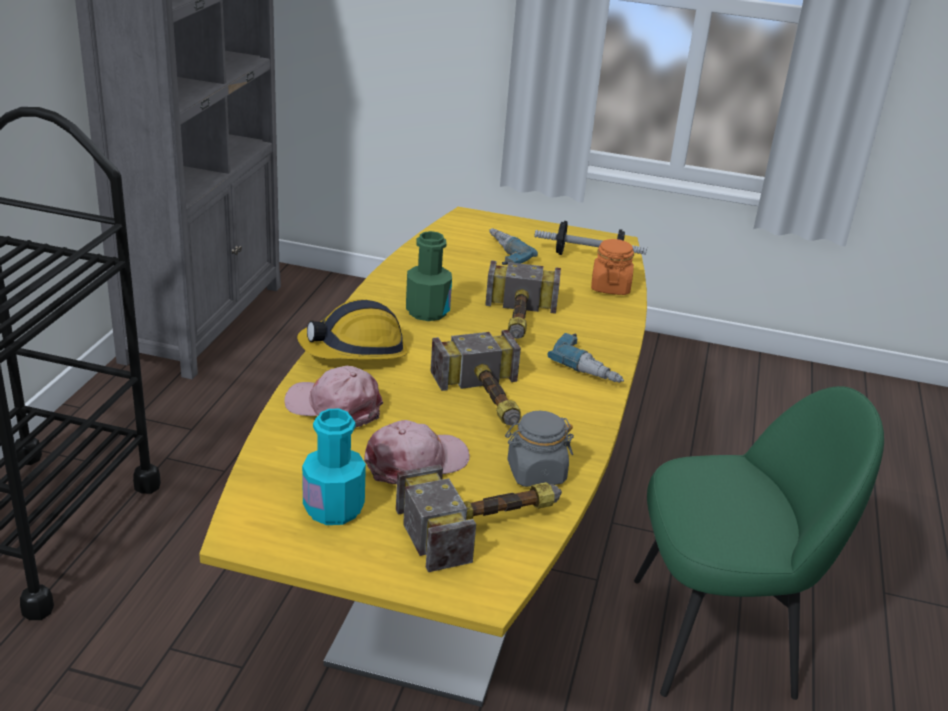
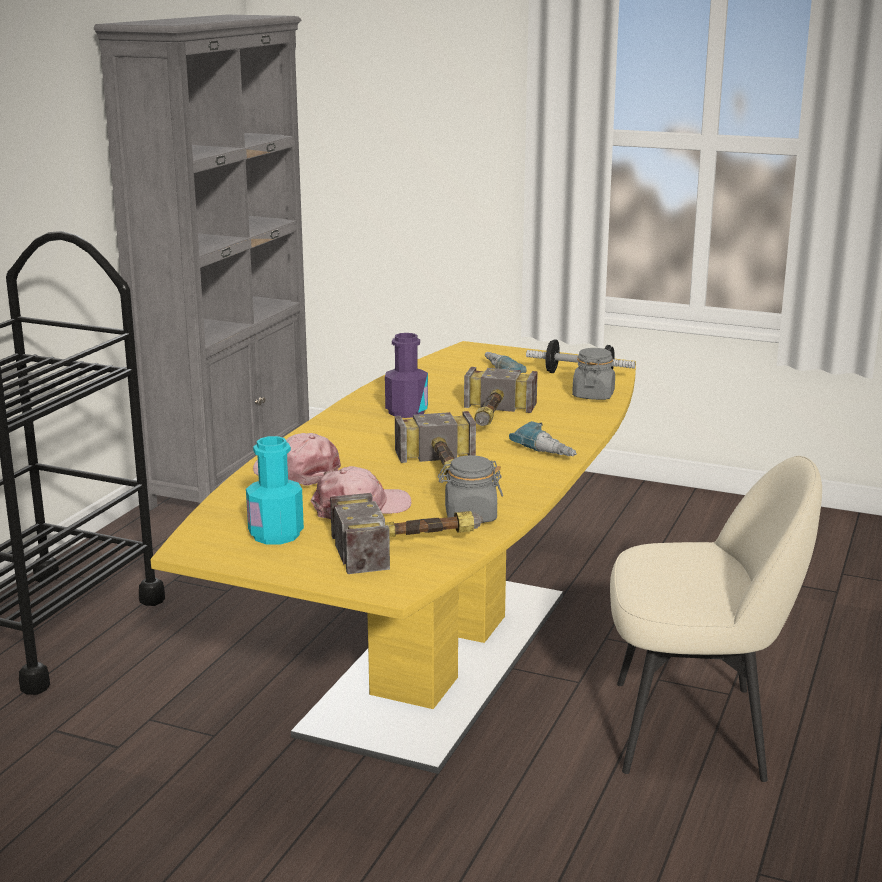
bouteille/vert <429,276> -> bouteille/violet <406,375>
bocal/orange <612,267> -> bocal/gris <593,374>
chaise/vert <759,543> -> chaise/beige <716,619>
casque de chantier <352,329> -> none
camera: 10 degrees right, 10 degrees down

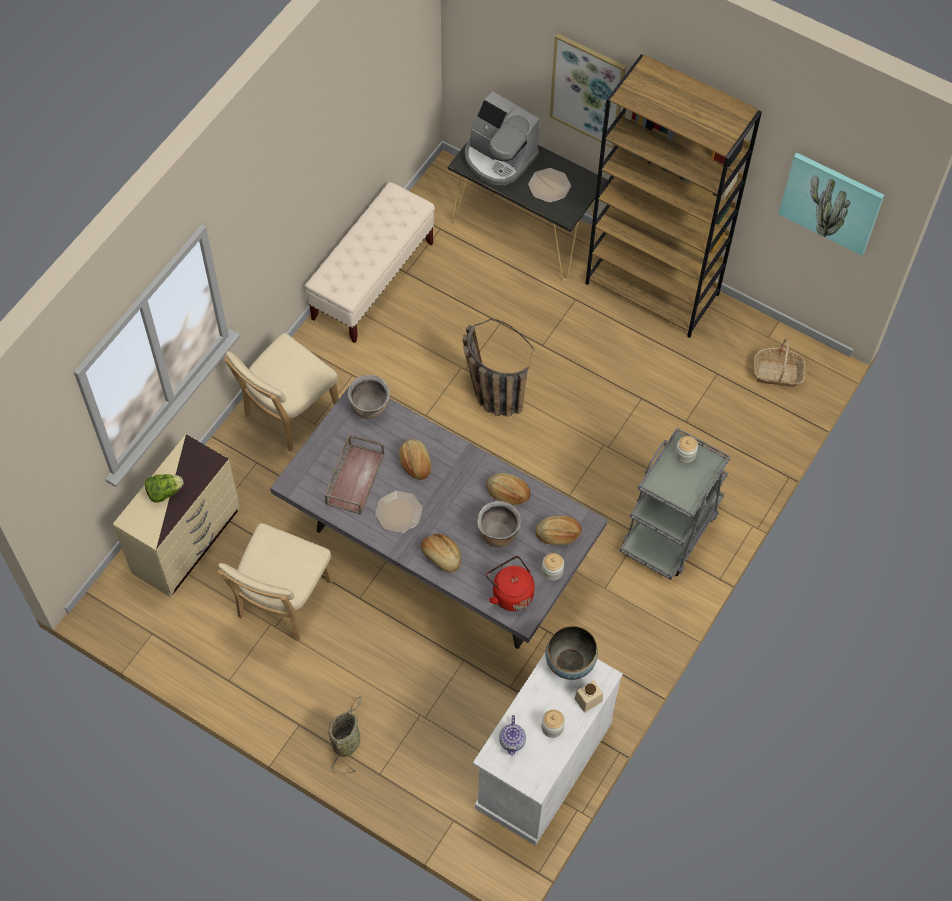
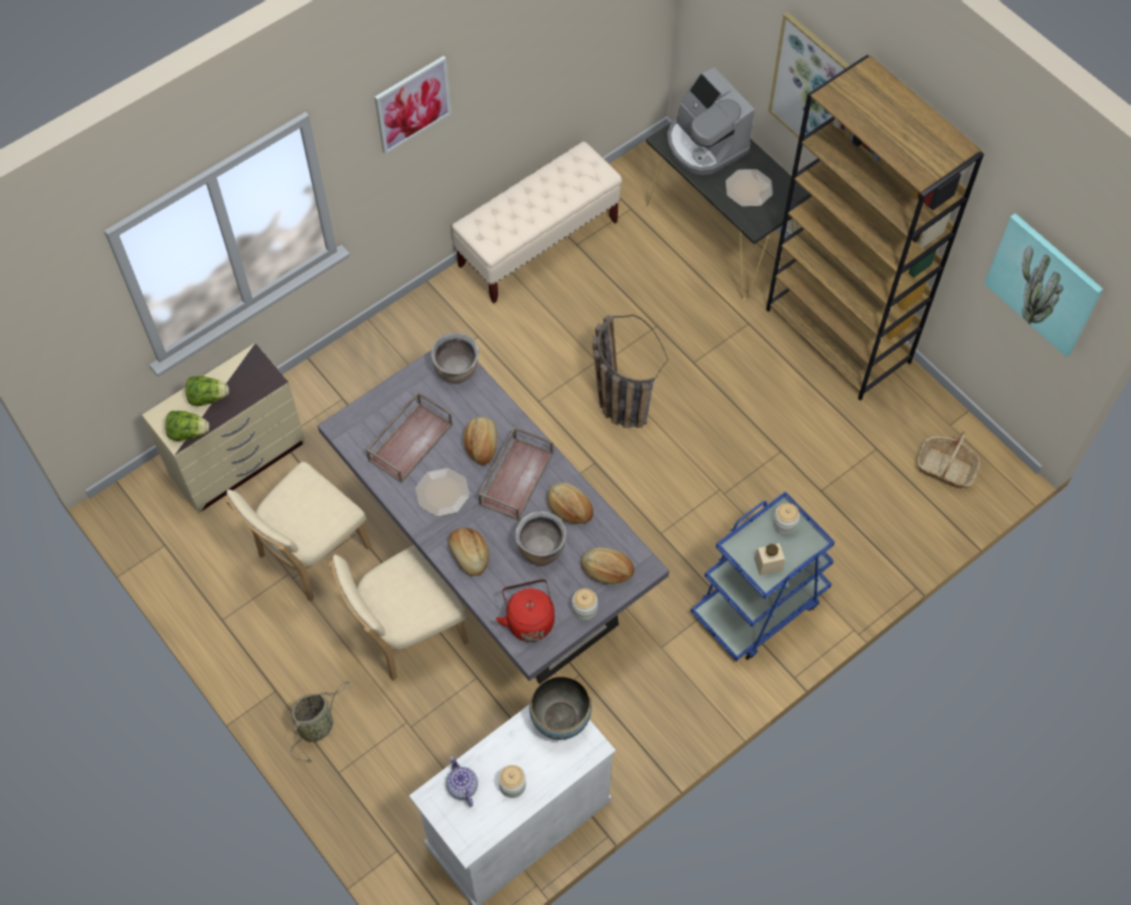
none -> laitue <187,426>
chaise/beige <281,392> -> chaise/beige <399,613>, relocated
none -> tableau <413,105>
théière <512,736> -> théière <462,781>, 135 degrees clockwise
none -> plateau/marron <515,473>
chariot/gris <675,504> -> chariot/bleu <763,576>
bocal/beige <588,696> -> bocal/beige <769,559>, relocated
camera: 20 degrees right, 0 degrees up

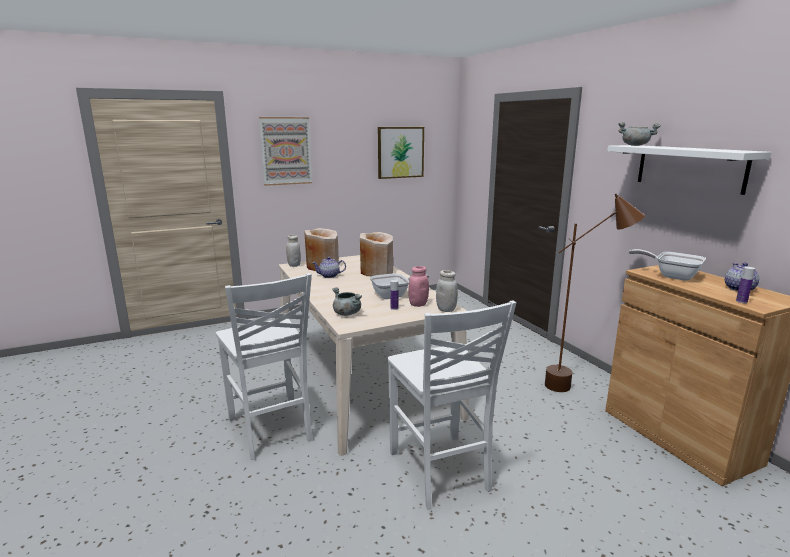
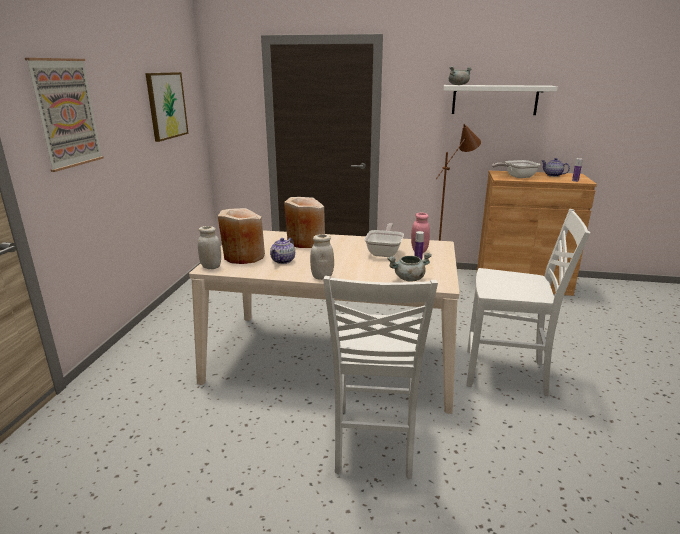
bocal/blanc <447,291> -> bocal/blanc <322,257>, relocated
chaise/blanc <264,366> -> chaise/blanc <380,377>, 90 degrees clockwise
camera: 55 degrees left, 5 degrees up

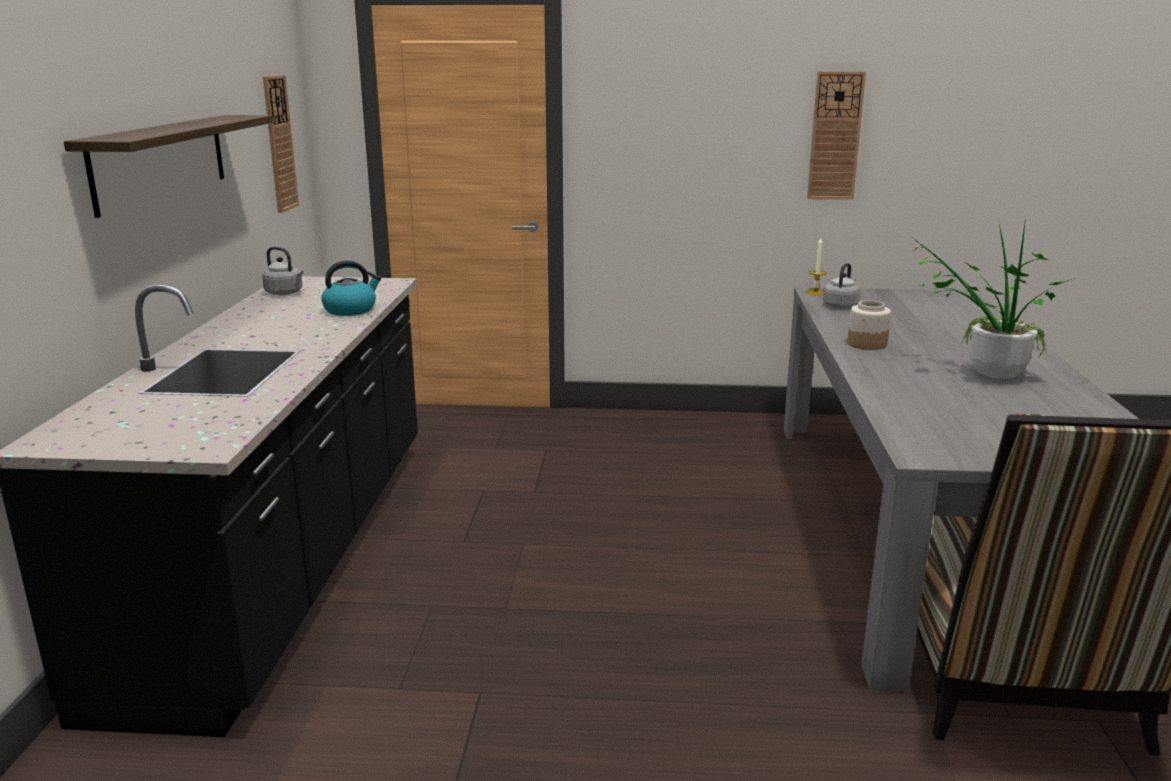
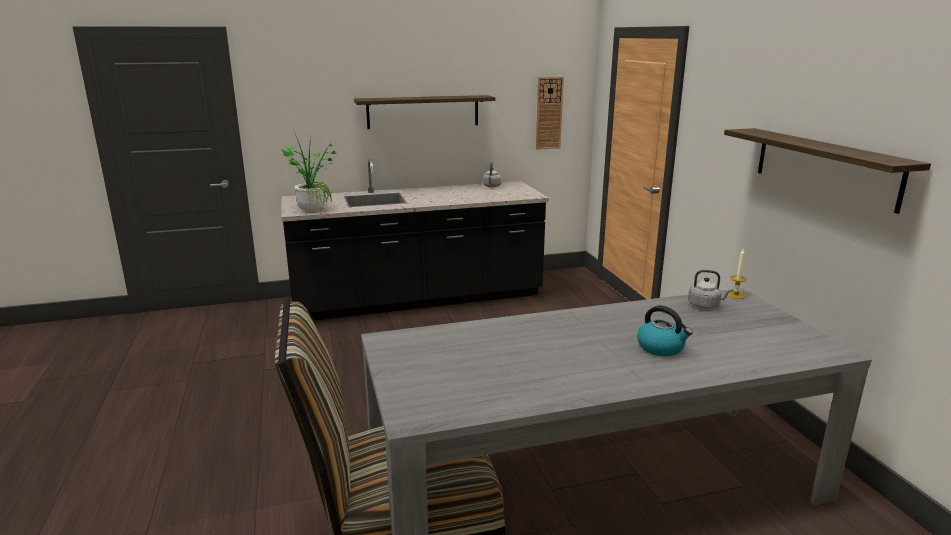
plante en pot <992,297> -> plante en pot <309,171>, relocated
bouilloire <351,288> -> bouilloire <665,330>, relocated
horloge murale <836,135> -> étagère <827,171>
bocal <869,325> -> none
camera: 70 degrees right, 0 degrees up

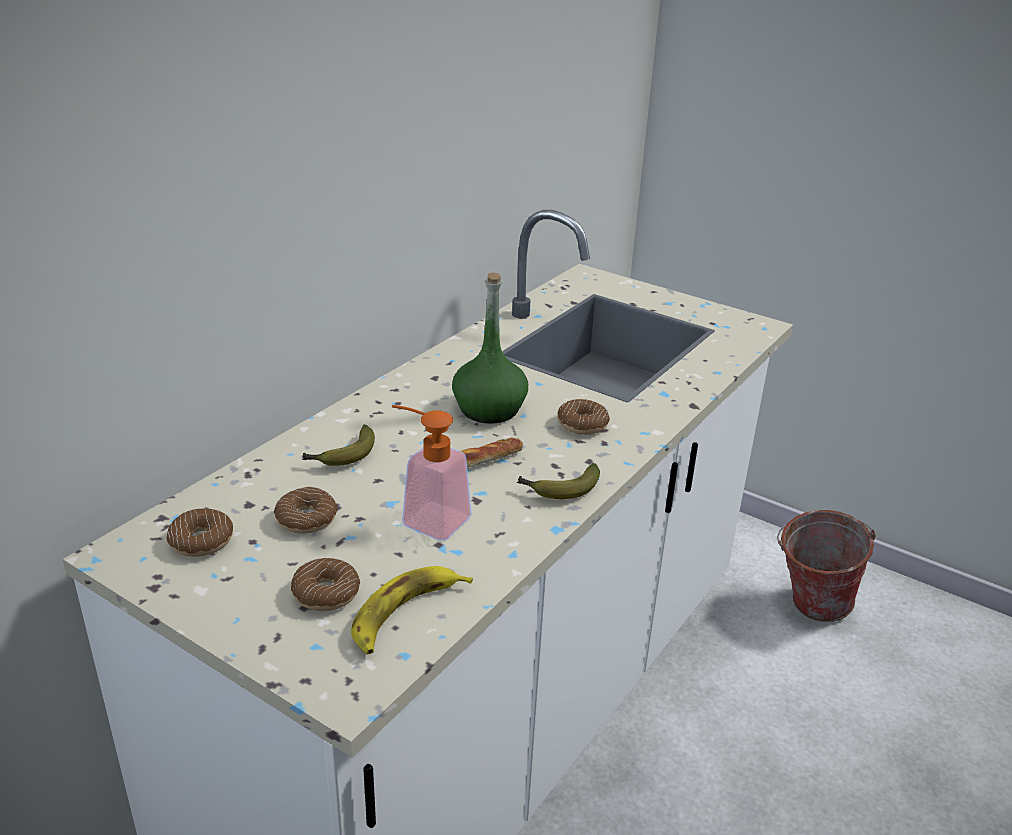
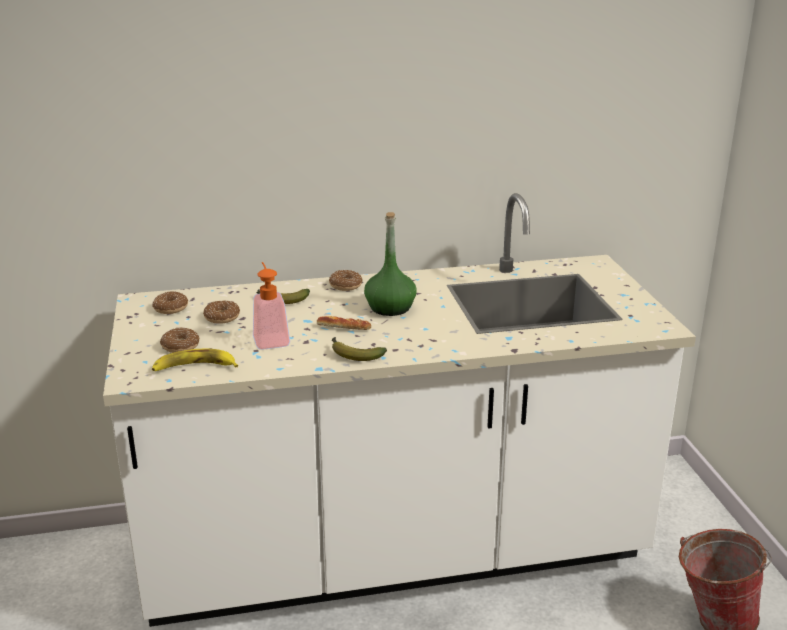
beignet <583,417> -> beignet <346,280>, relocated
camera: 45 degrees right, 5 degrees down

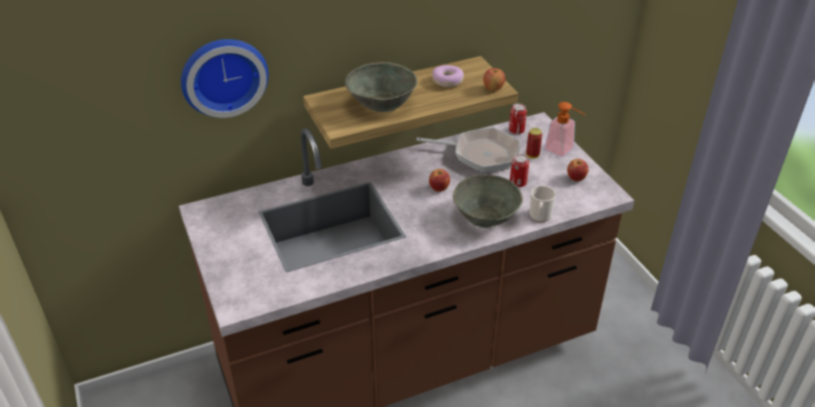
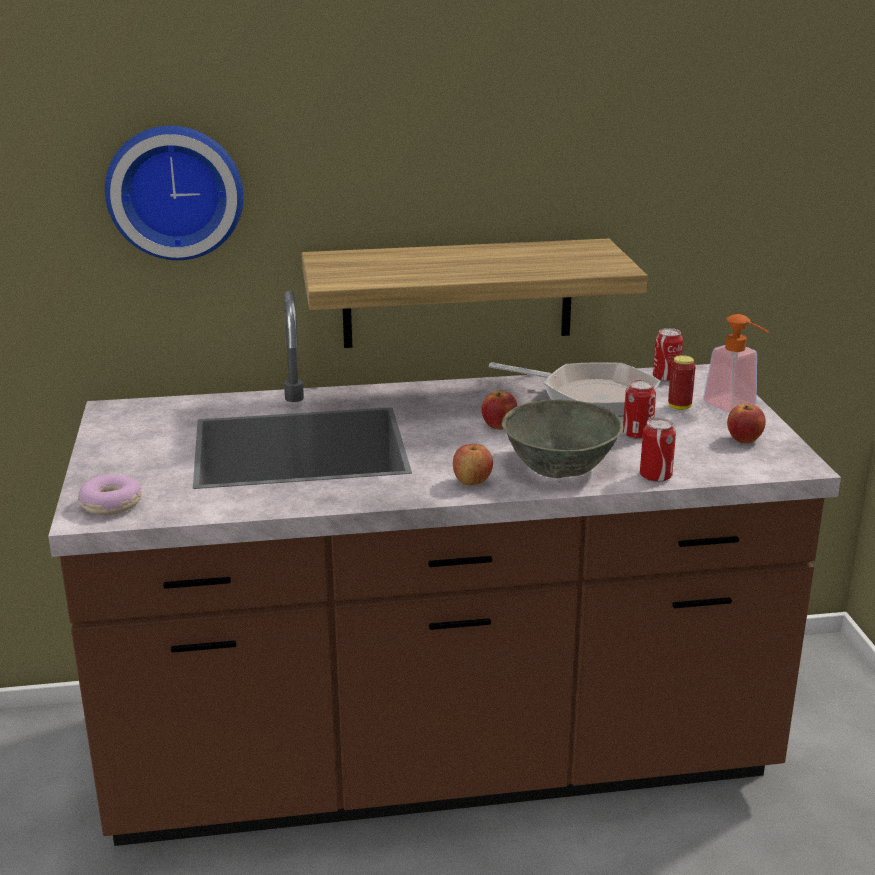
beignet <448,76> -> beignet <110,495>, relocated
pomme <494,79> -> pomme <473,464>, relocated
mug <542,204> -> boîte métallique <658,450>
bol/gris <381,87> -> none
camera: 15 degrees right, 15 degrees down

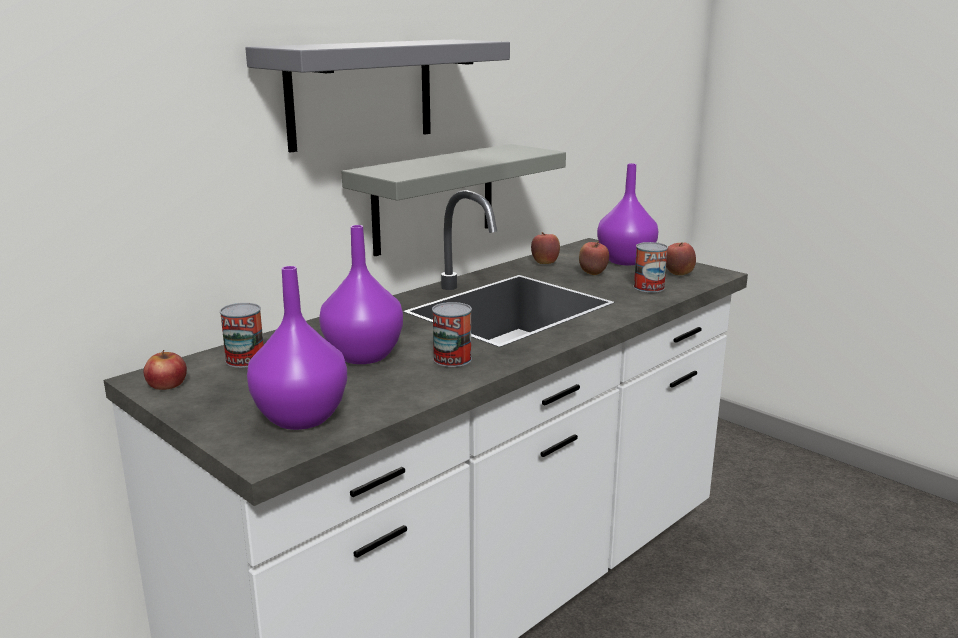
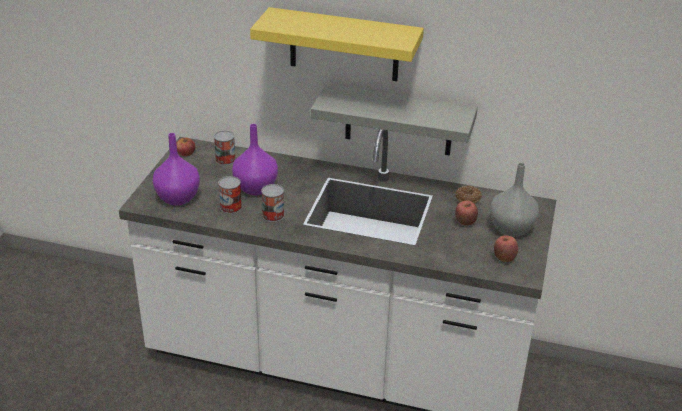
boîte métallique <650,267> -> boîte métallique <230,195>, relocated
étagère/gris <377,96> -> étagère/jaune <337,44>
pomme <545,248> -> beignet <468,195>
vase/violet <627,214> -> vase/gris <514,200>
camera: 60 degrees right, 15 degrees up

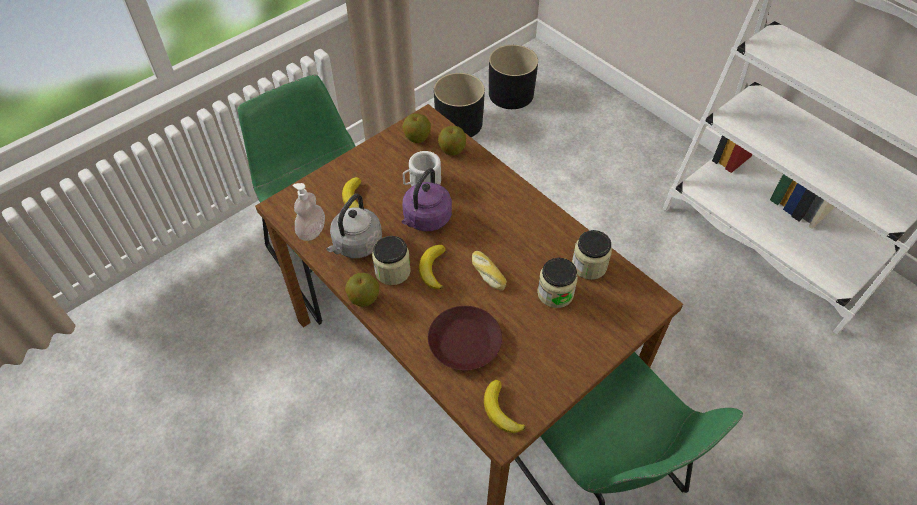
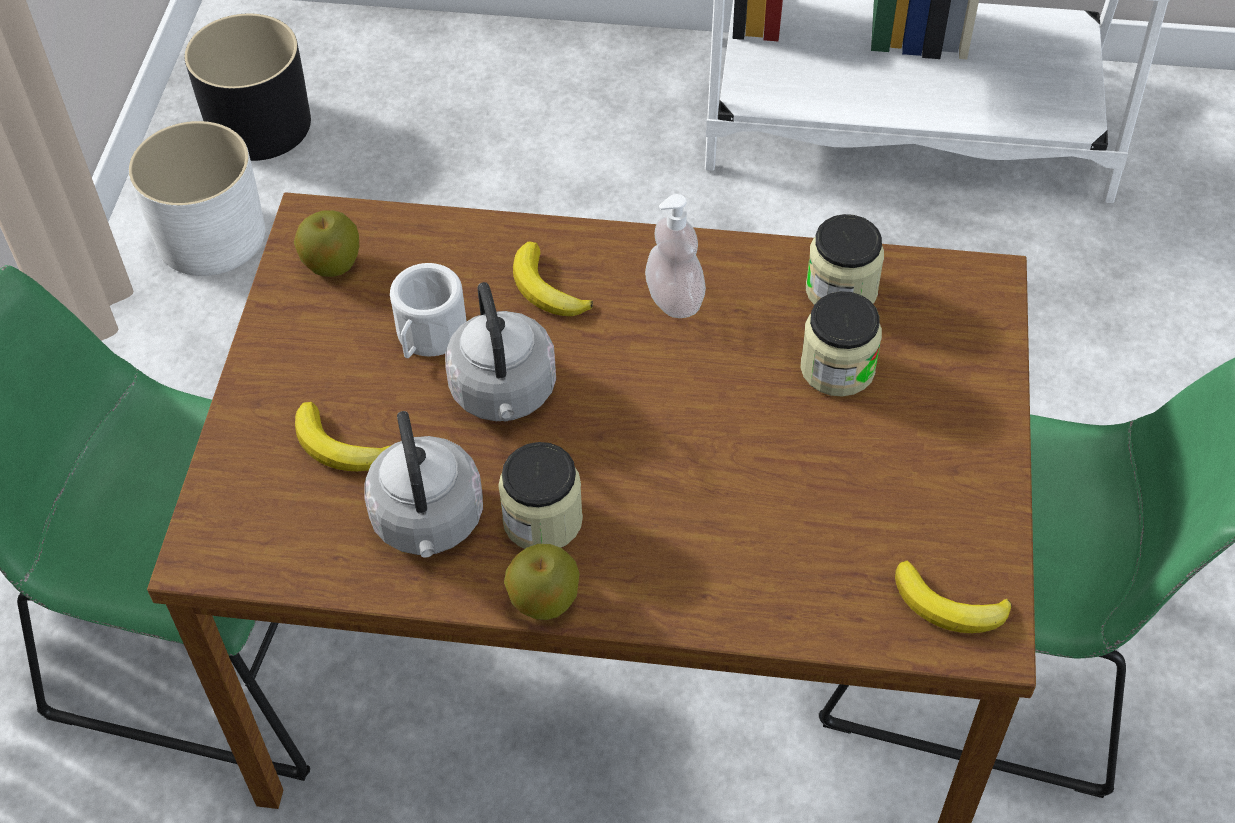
cache-pot/noir <459,105> -> cache-pot/blanc <197,198>
bouilloire/violet <427,199> -> bouilloire/gris <500,351>
banane <432,267> -> banane <553,279>, relocated
distributeur de savon <309,212> -> distributeur de savon <675,256>, relocated
assiette/marron <465,338> -> none
pomme <452,140> -> none
pain <489,271> -> none
camera: 40 degrees left, 0 degrees up

